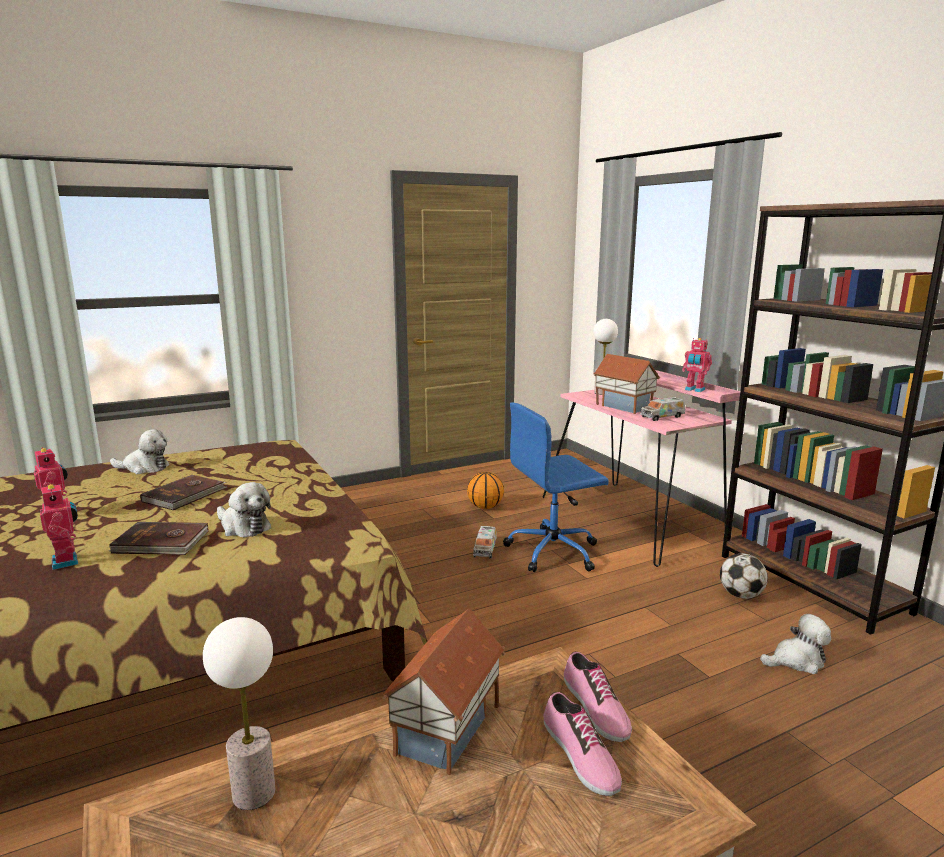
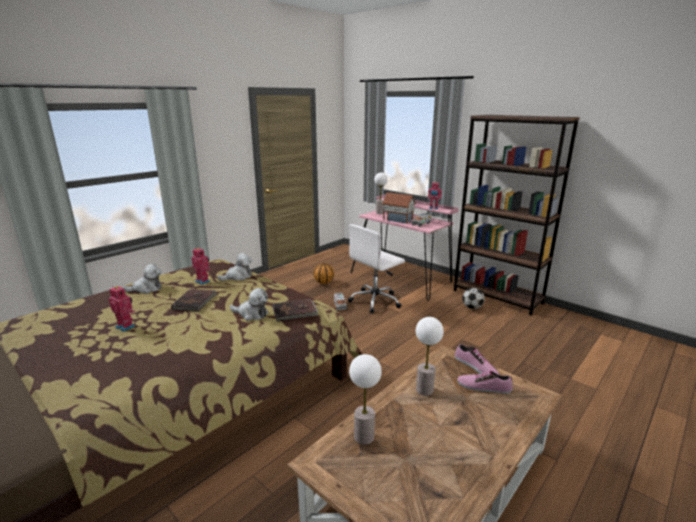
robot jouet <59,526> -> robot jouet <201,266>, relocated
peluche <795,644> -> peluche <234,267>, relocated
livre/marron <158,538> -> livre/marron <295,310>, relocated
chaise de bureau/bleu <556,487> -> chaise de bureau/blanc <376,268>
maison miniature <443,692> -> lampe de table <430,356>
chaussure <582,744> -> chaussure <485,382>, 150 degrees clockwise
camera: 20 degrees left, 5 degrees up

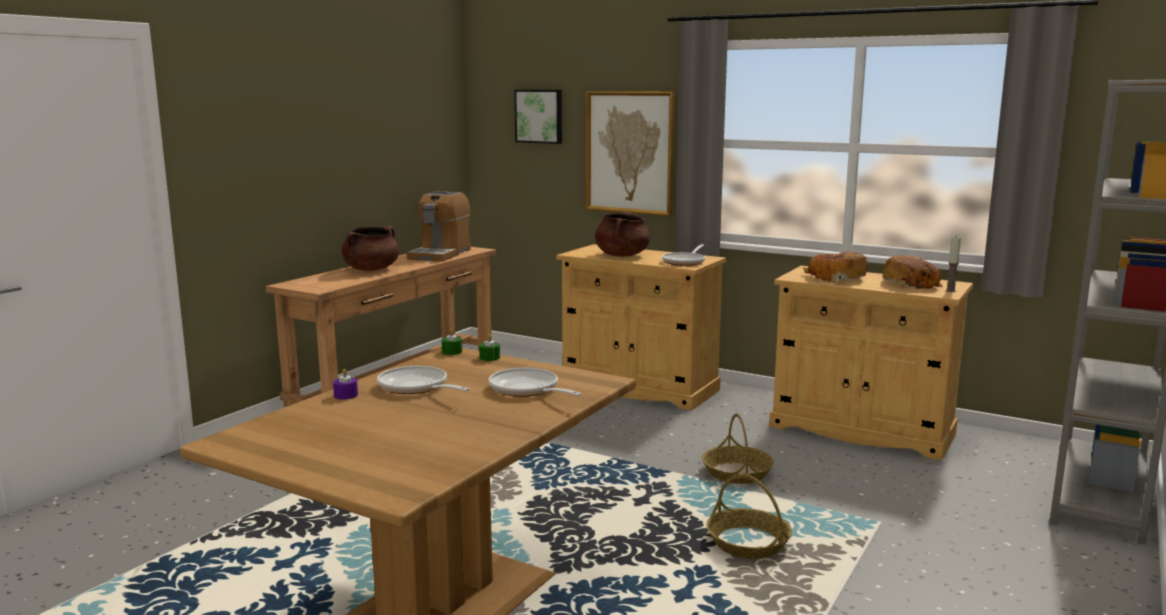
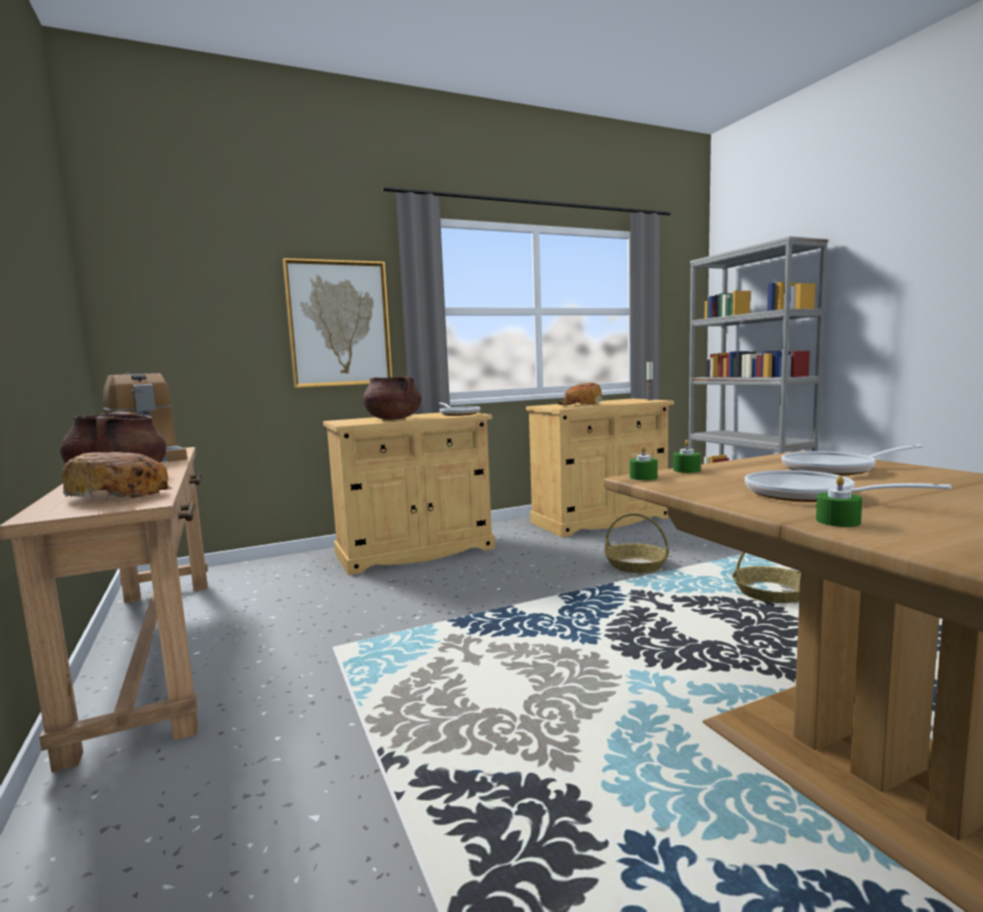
pain <912,272> -> pain <117,476>, relocated
poêle <423,380> -> poêle <848,486>, 60 degrees clockwise
bougie/violet <345,384> -> bougie/vert <839,501>
tableau <538,117> -> none
camera: 55 degrees left, 5 degrees down

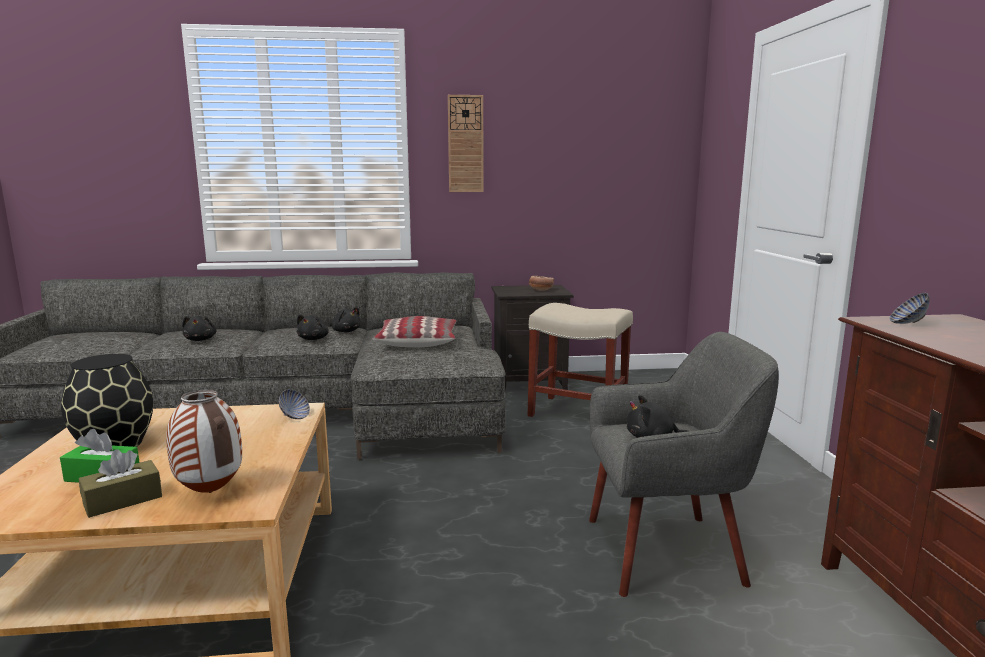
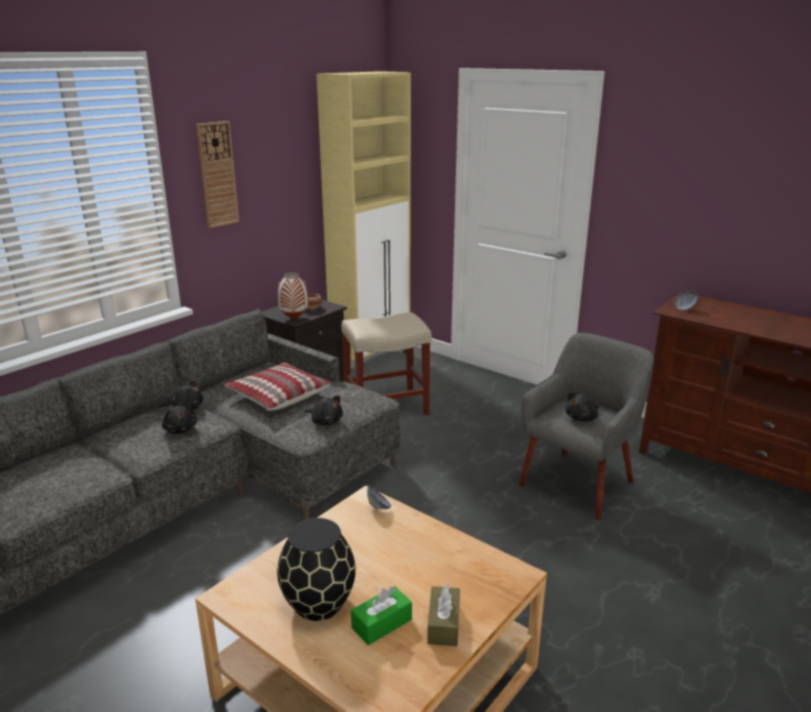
vase <204,441> -> vase <292,295>, relocated
peluche/noir <199,328> -> peluche/noir <324,410>, relocated
none -> meuble de rangement/beige <364,223>
camera: 45 degrees left, 10 degrees up

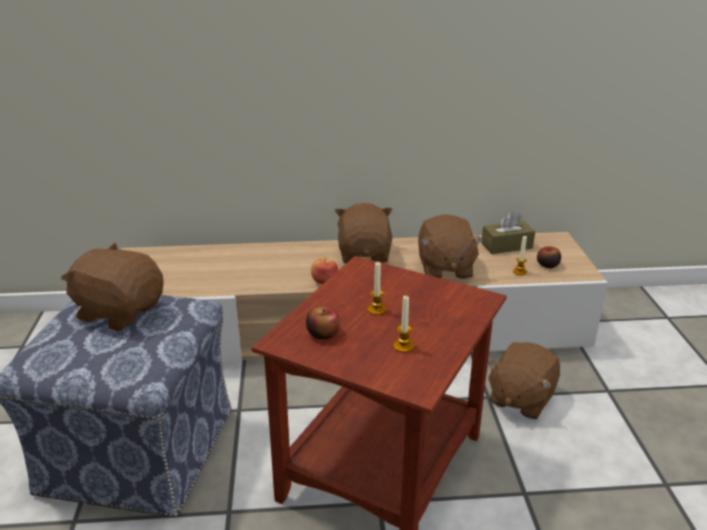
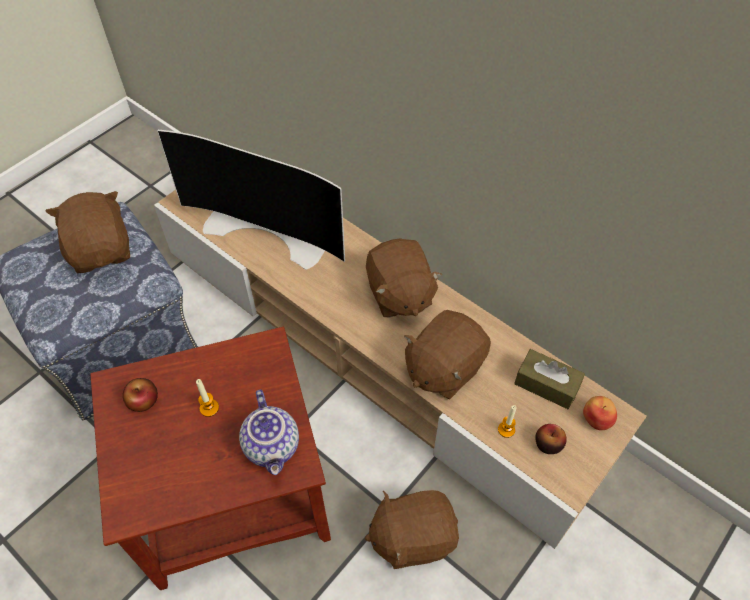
none -> téléviseur <251,200>
none -> théière <269,432>
peluche/marron <363,233> -> peluche/marron <404,277>, 120 degrees clockwise
pomme <324,271> -> pomme <600,413>, relocated
bougie <404,324> -> none
camera: 45 degrees right, 25 degrees up

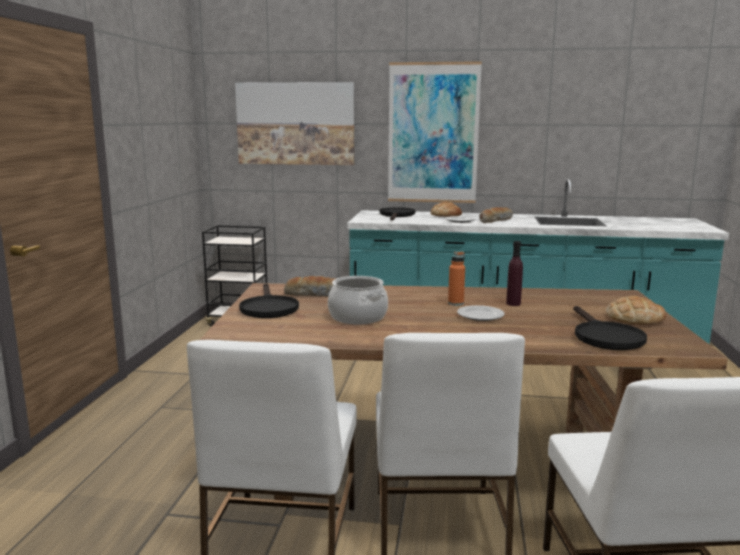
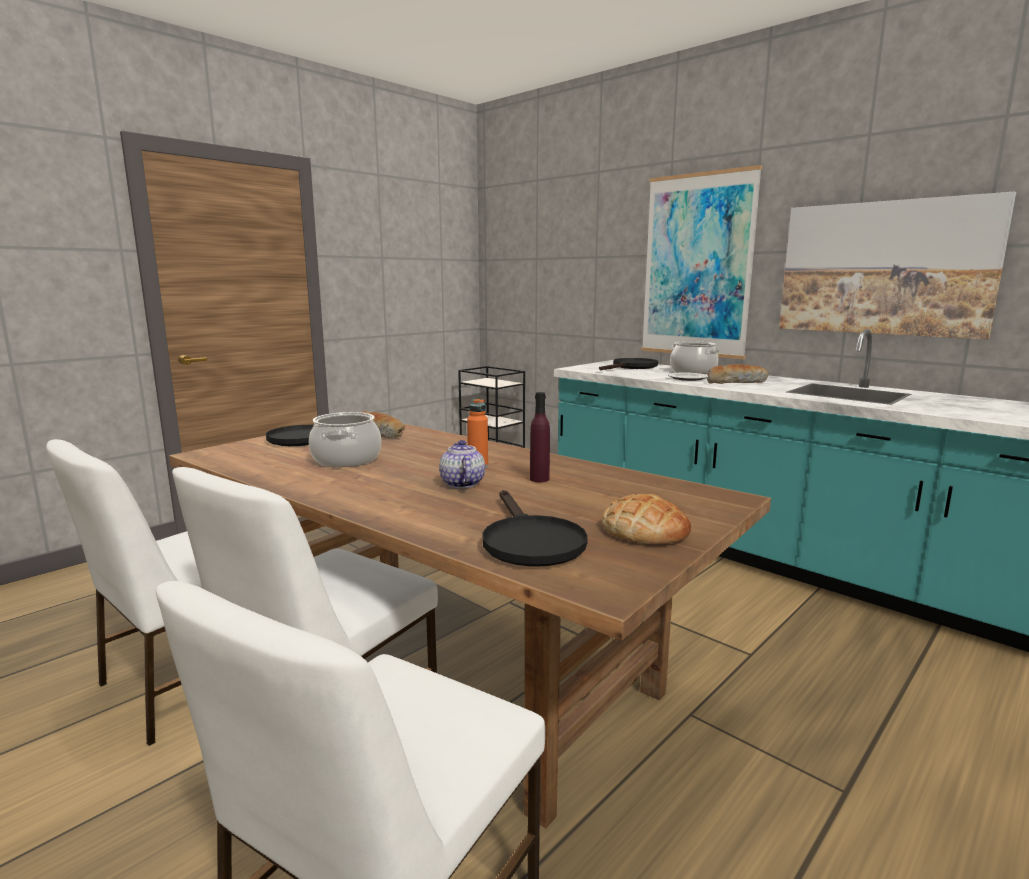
assiette <481,313> -> théière <462,464>
poêle/noir <610,328> -> poêle/noir <535,528>, 45 degrees counterclockwise
pain <446,209> -> marmite <695,357>
tableau <294,123> -> tableau <897,265>, relocated
camera: 35 degrees right, 0 degrees up

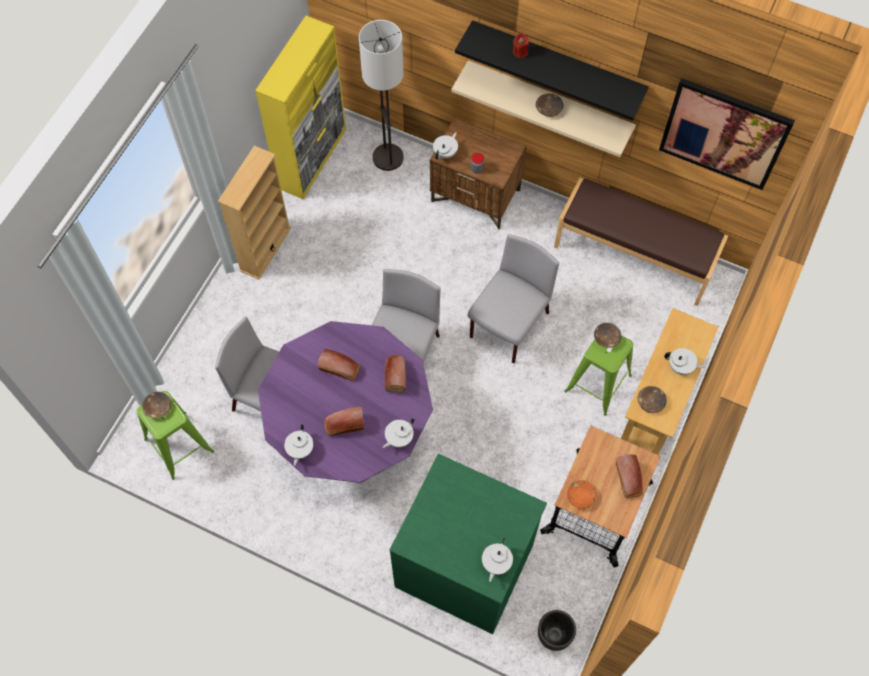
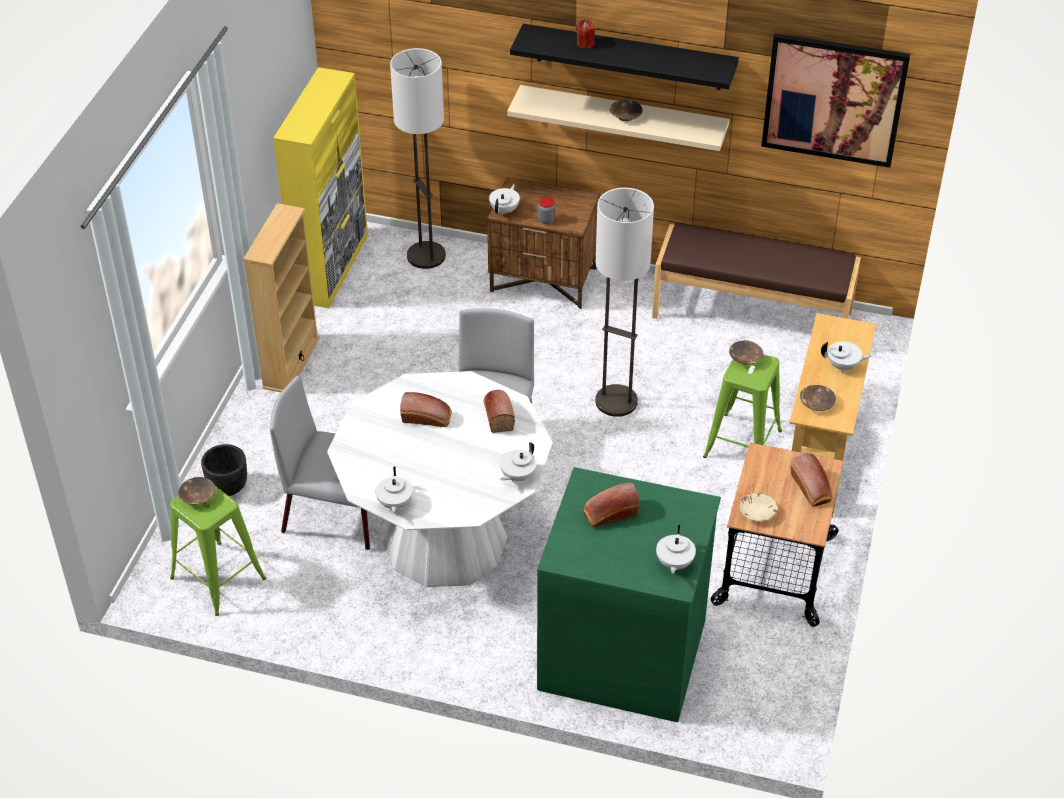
cache-pot/noir <557,630> -> cache-pot/noir <224,470>, relocated
table à manger/violet <345,402> -> table à manger/blanc <440,479>
pain <344,421> -> pain <611,504>, relocated
chaise/gris <513,298> -> lampadaire <624,302>
bol/orange <582,494> -> bol/beige <758,507>
camera: 10 degrees left, 20 degrees down

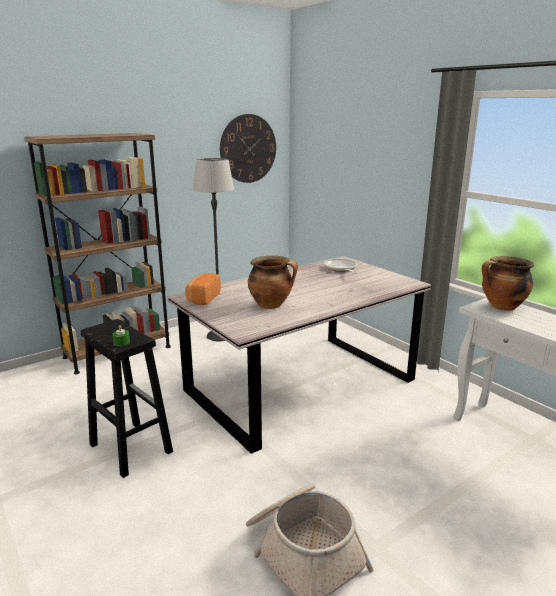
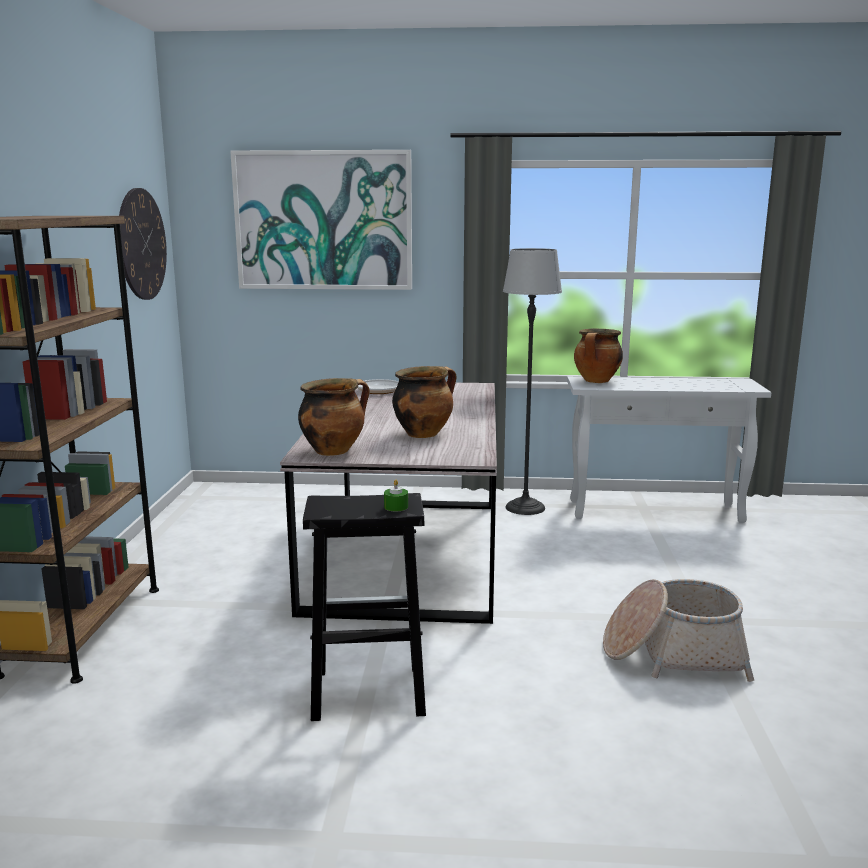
none -> tableau <321,220>
pain <203,289> -> marmite <334,417>
lampadaire <213,249> -> lampadaire <532,381>, relocated
camera: 50 degrees left, 5 degrees down

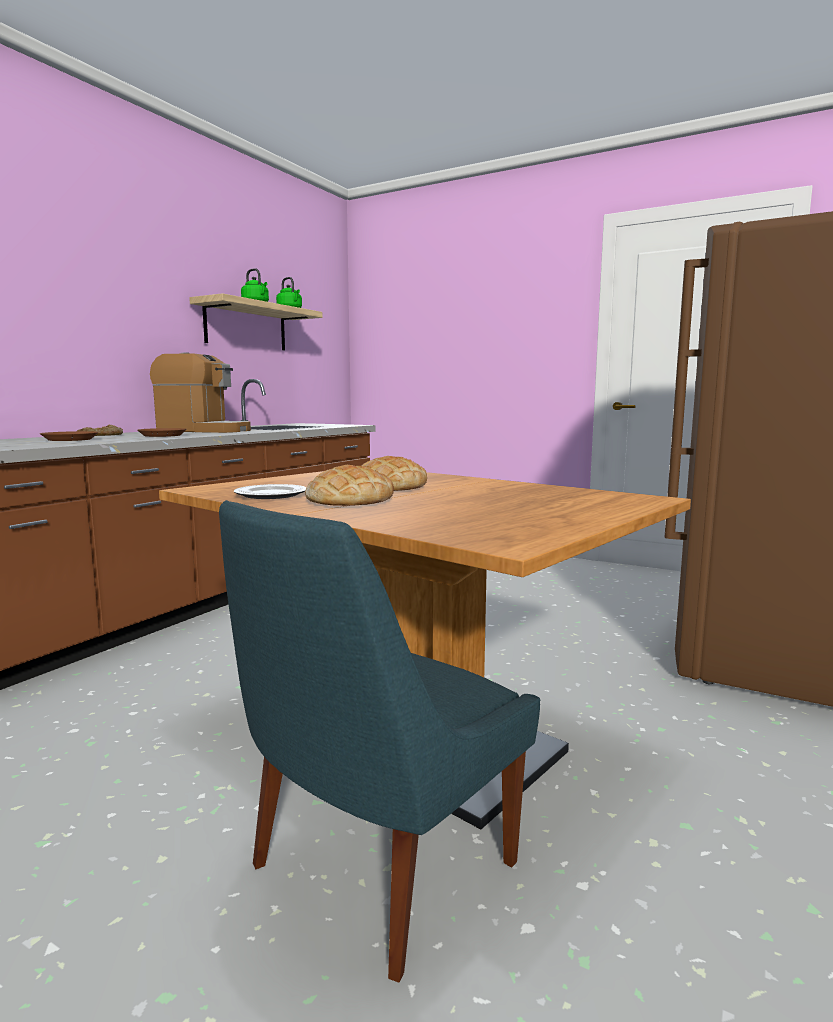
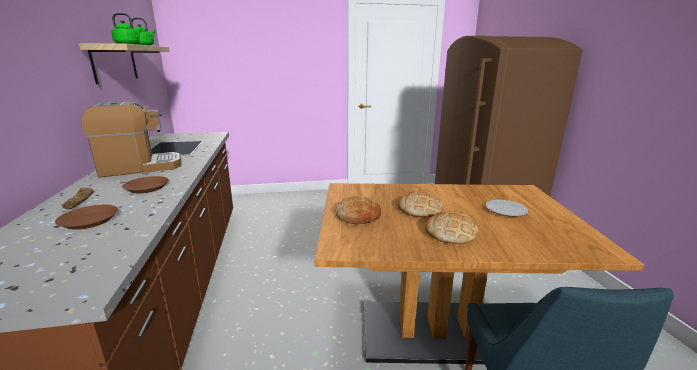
none -> pain <358,209>
assiette <270,491> -> assiette <507,208>, relocated
camera: 40 degrees left, 10 degrees up

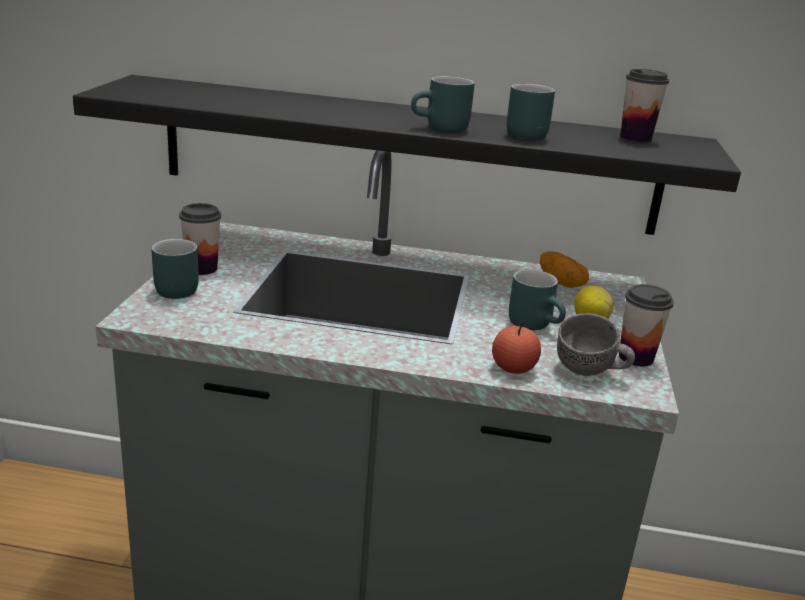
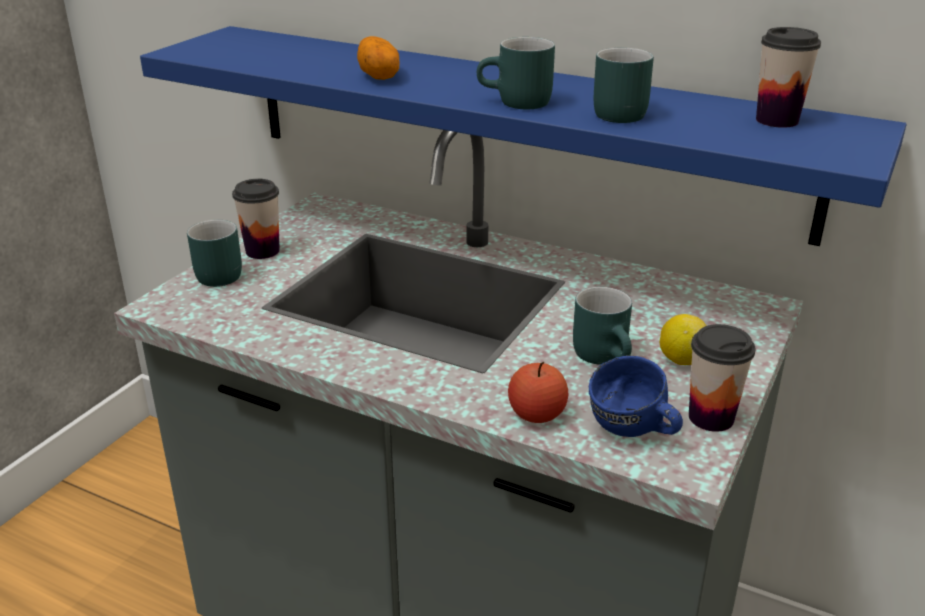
étagère/noir <407,155> -> étagère/bleu <523,136>
pomme de terre <564,269> -> pomme de terre <378,58>, relocated
mug/gris <596,344> -> mug/bleu <636,396>
camera: 20 degrees right, 5 degrees up

